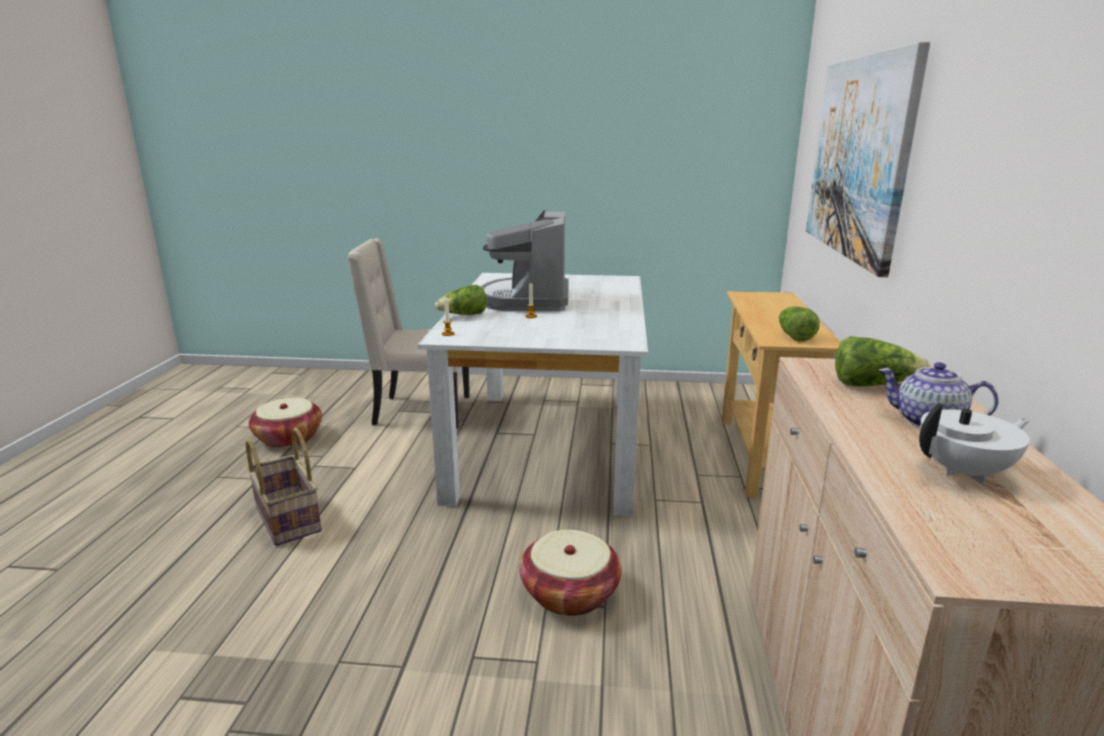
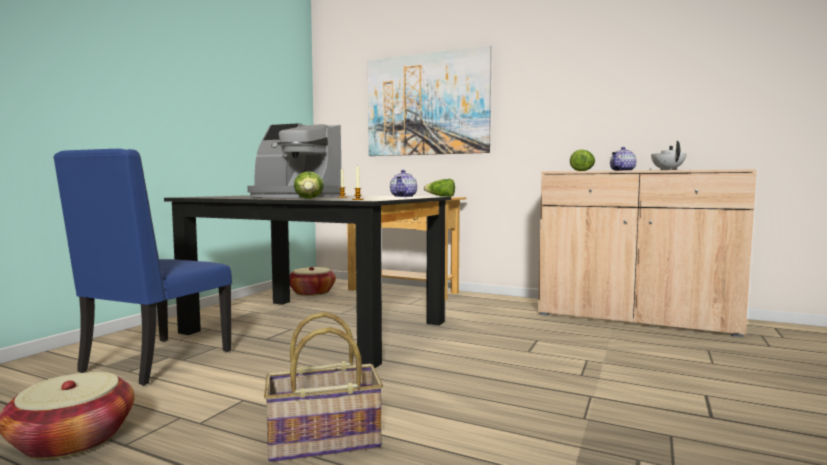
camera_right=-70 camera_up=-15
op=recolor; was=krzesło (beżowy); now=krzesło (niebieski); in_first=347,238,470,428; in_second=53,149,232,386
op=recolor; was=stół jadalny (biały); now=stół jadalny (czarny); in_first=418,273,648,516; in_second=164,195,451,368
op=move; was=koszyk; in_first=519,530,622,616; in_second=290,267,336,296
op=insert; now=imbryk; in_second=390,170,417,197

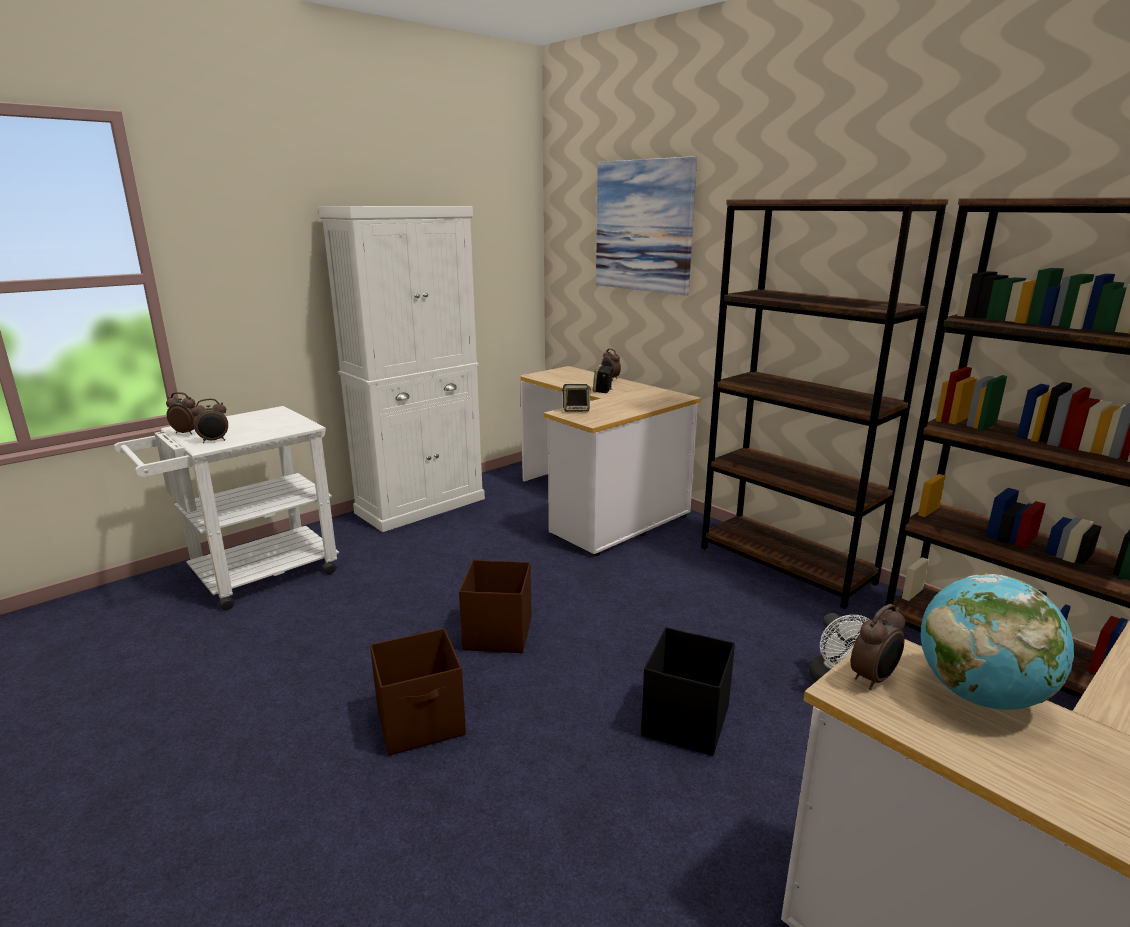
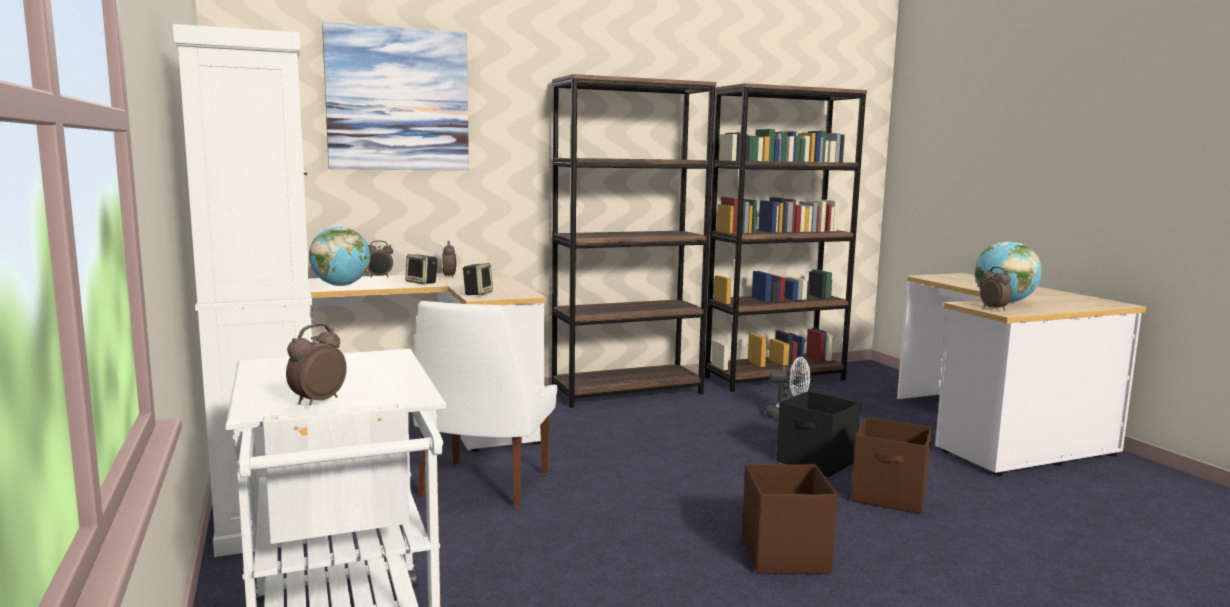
camera_right=-70 camera_up=-10
op=move; was=budzik; in_first=192,399,228,443; in_second=443,241,456,278
op=move; was=pojemnik do przechowywania (brązowy); in_first=459,560,532,653; in_second=851,417,932,514
op=insert; now=globus; in_second=309,227,371,286
op=insert; now=krzesło (biały); in_second=413,301,557,508

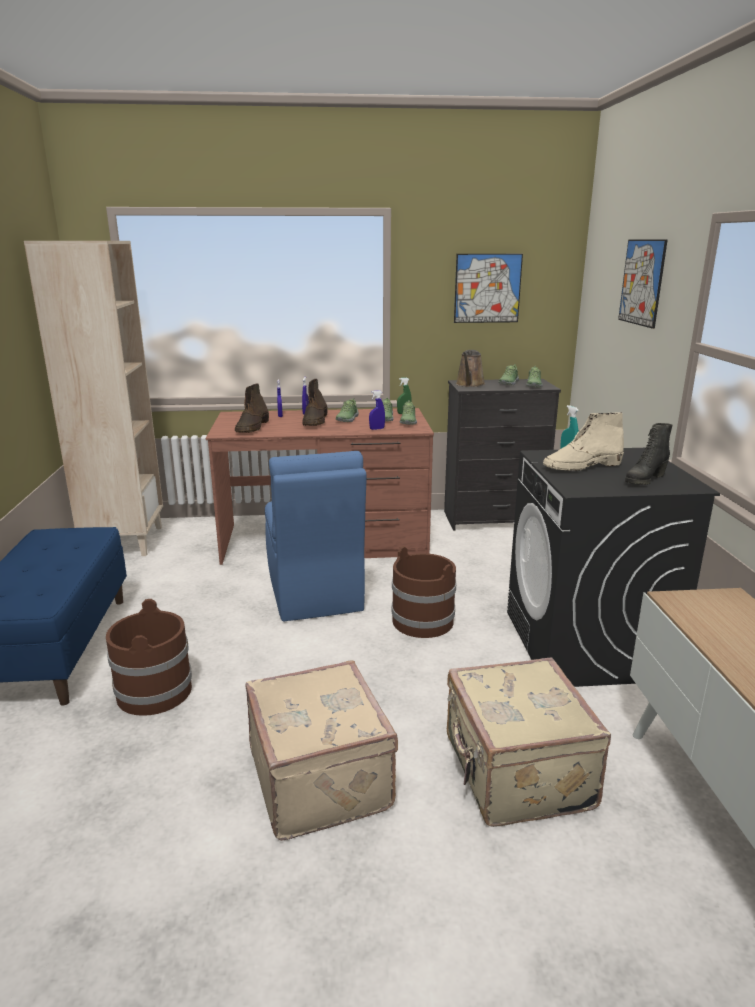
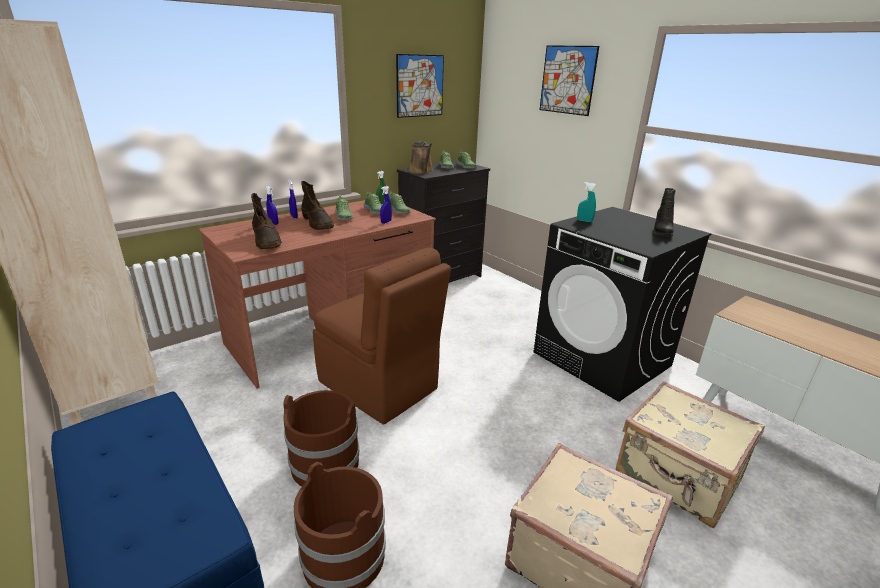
camera_right=-35 camera_up=5
op=delete; was=but z cholewką (beżowy); in_first=543,412,624,471
op=recolor; was=krzesło (niebieski); now=krzesło (brązowy); in_first=265,451,367,622; in_second=313,247,451,425
op=move; was=wiadro (brązowy); in_first=391,546,456,638; in_second=283,390,359,487

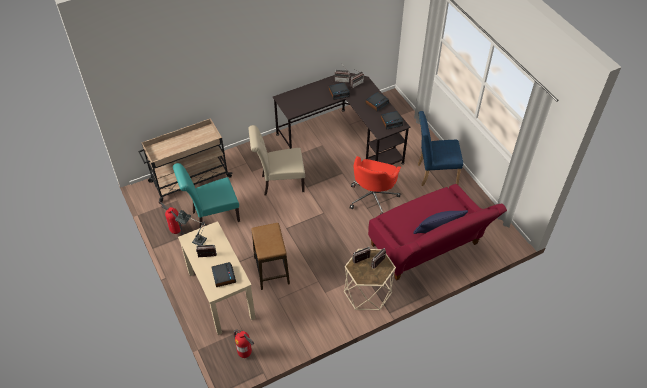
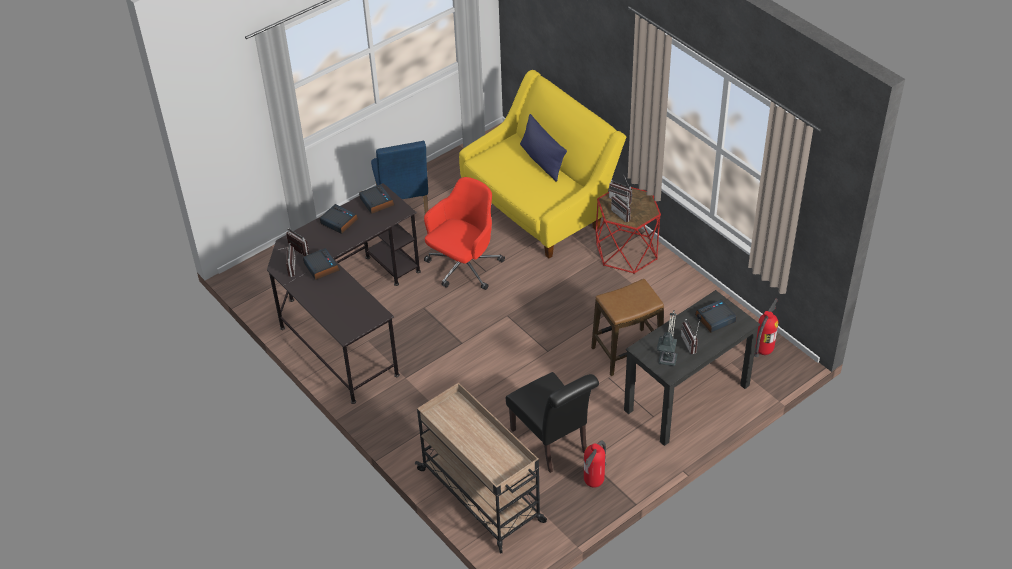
camera_right=-100 camera_up=-5
op=delete; was=krzesło (beżowy); in_first=248,125,305,196
op=rotate; was=krzesło biurowe (czerwony); in_first=350,156,401,215; in_second=424,177,505,290; clockwise=-60
op=recolor; was=krzesło (turkusowy); now=krzesło (czarny); in_first=173,163,240,228; in_second=506,372,599,473
op=recolor; was=kanapa (czerwony); now=kanapa (żółty); in_first=368,184,507,281; in_second=459,70,626,259
op=recolor; was=biurko (beżowy); now=biurko (czarny); in_first=178,221,256,335; in_second=624,290,760,446
op=recolor; was=stolik (beżowy); now=stolik (czerwony); in_first=344,249,396,311; in_second=596,187,661,274

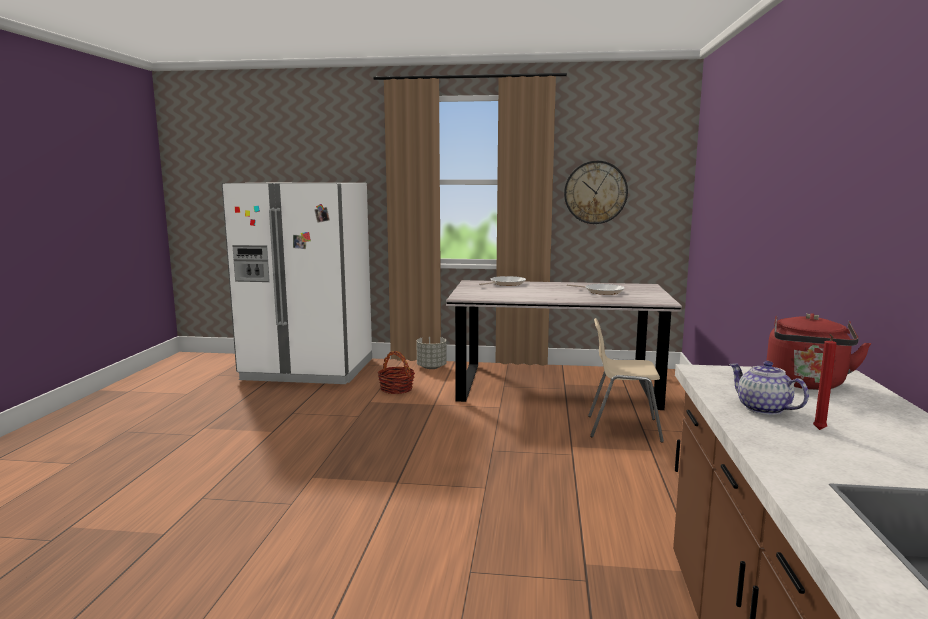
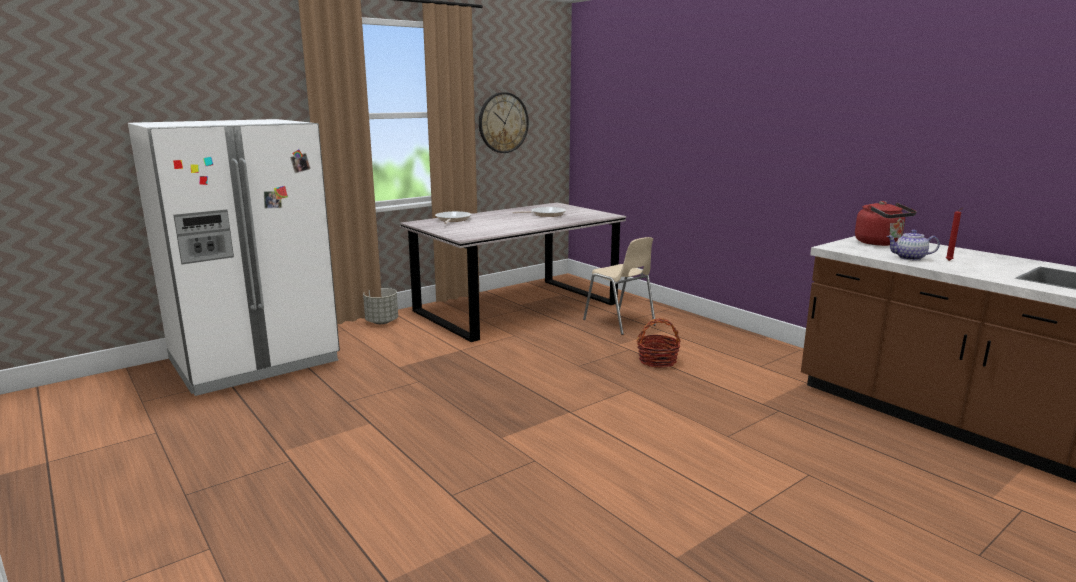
camera_right=-45 camera_up=5
op=rotate; was=krzesło (beżowy); in_first=588,318,664,443; in_second=583,237,656,335; clockwise=-90
op=move; was=koszyk; in_first=378,351,415,394; in_second=636,318,681,368

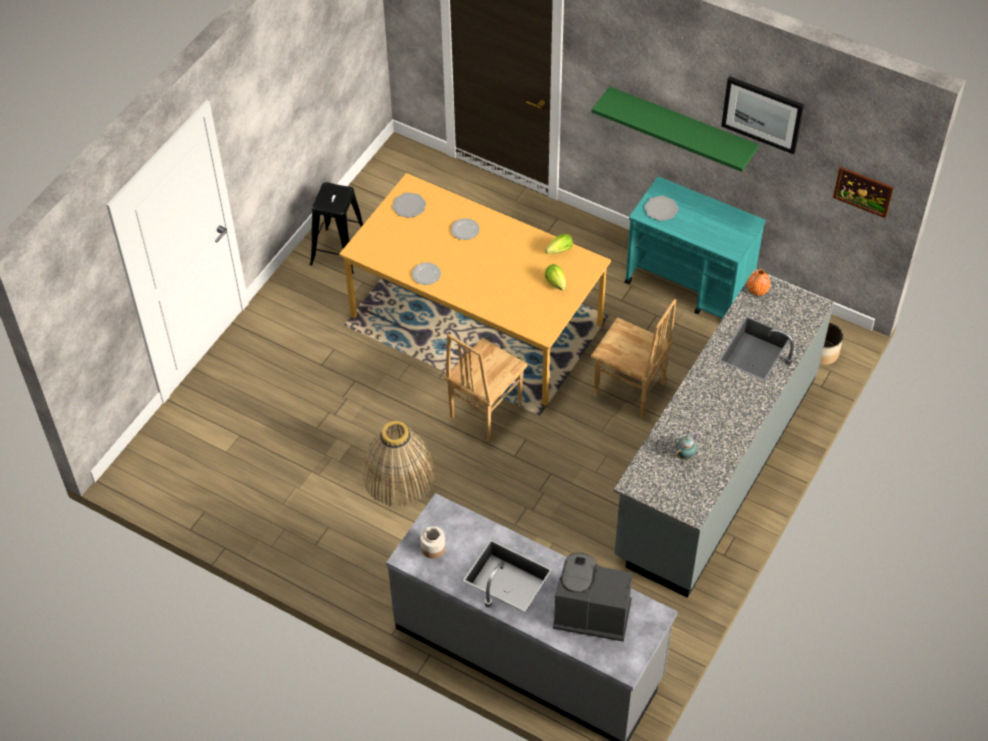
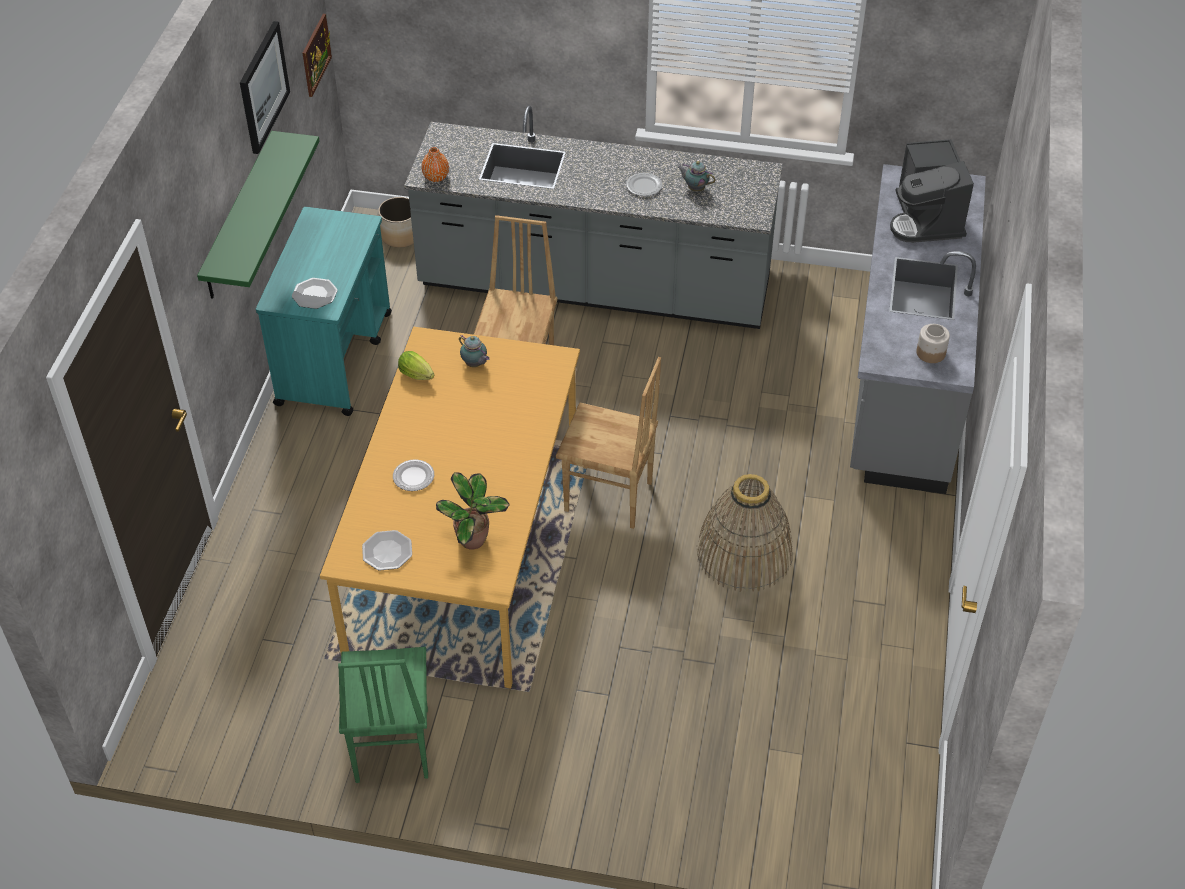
camera_right=-110 camera_up=-5
op=replace; was=stołek (czarny); now=krzesło (zielony); in_first=310,182,363,274; in_second=338,647,428,783
op=move; was=talerz; in_first=412,263,441,285; in_second=626,173,663,196
op=replace; was=sałata; now=imbryk; in_first=545,264,566,291; in_second=459,335,490,367
op=insert; now=roślina doniczkowa; in_second=436,472,510,549

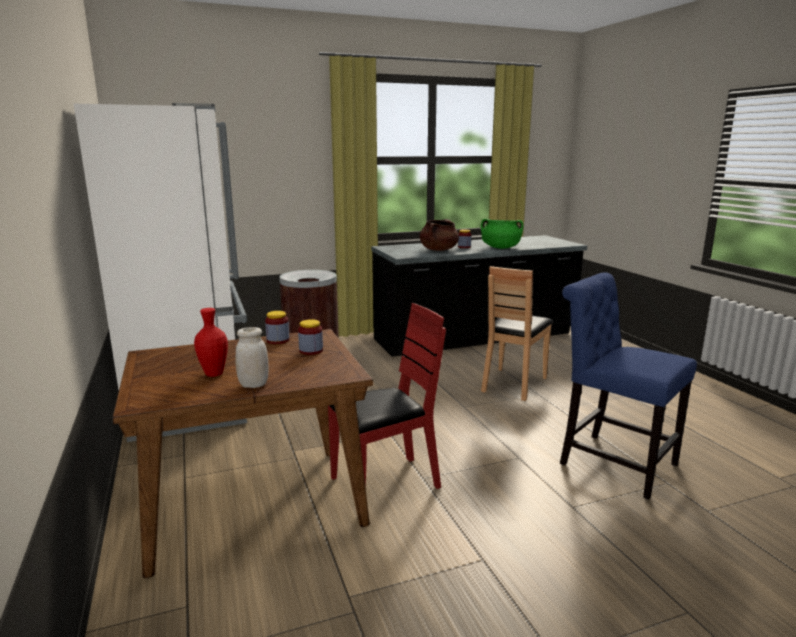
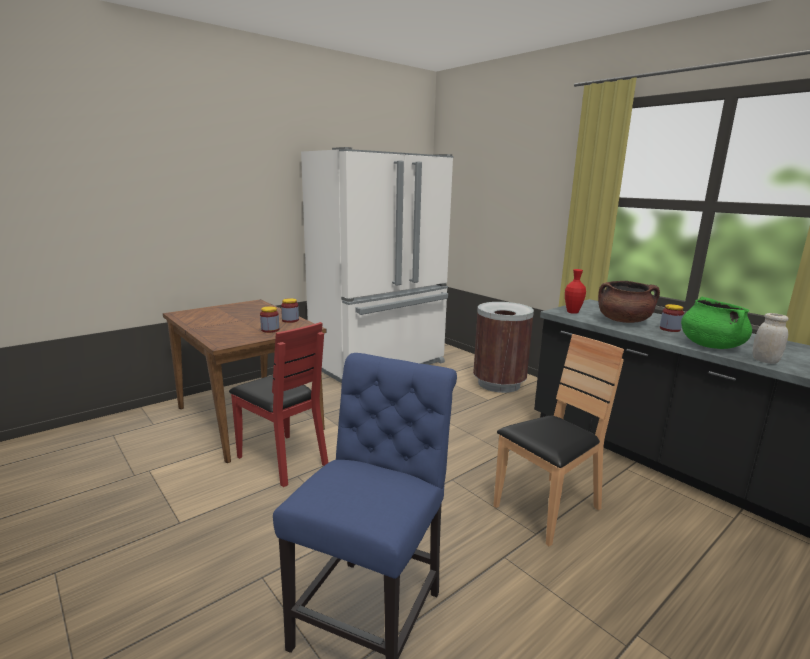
camera_right=70 camera_up=0
op=rotate; was=krzesło (brązowy); in_first=481,266,553,401; in_second=493,334,624,546; clockwise=135
op=move; was=wazon (czerwony); in_first=194,308,228,377; in_second=565,269,586,314
op=move; was=słoik (biały); in_first=235,327,268,388; in_second=753,313,789,364

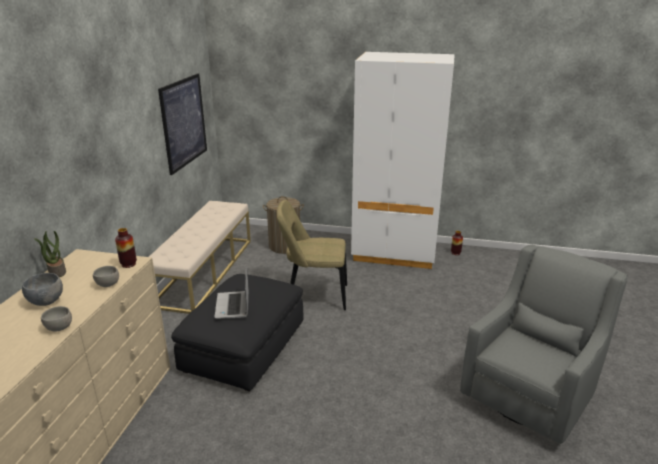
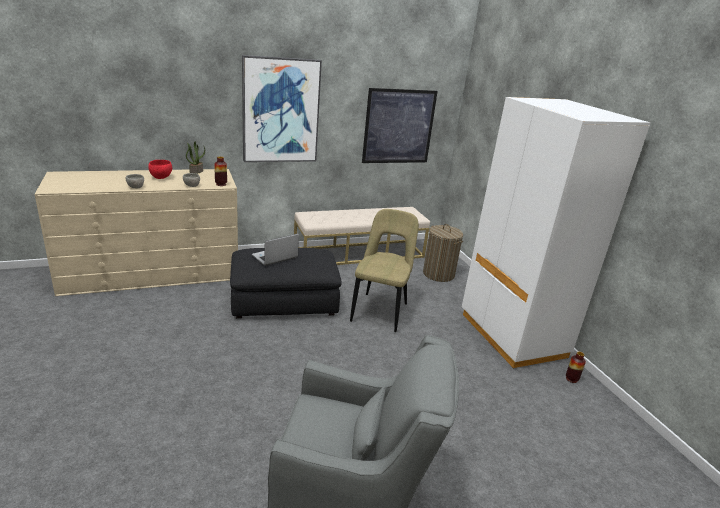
camera_right=55 camera_up=0
op=rotate; was=krzesło (beżowy); in_first=277,200,347,310; in_second=350,209,419,332; clockwise=45
op=recolor; was=miska (szary); now=miska (czerwony); in_first=22,273,63,306; in_second=148,160,172,179
op=insert; now=obraz; in_second=242,55,322,162

